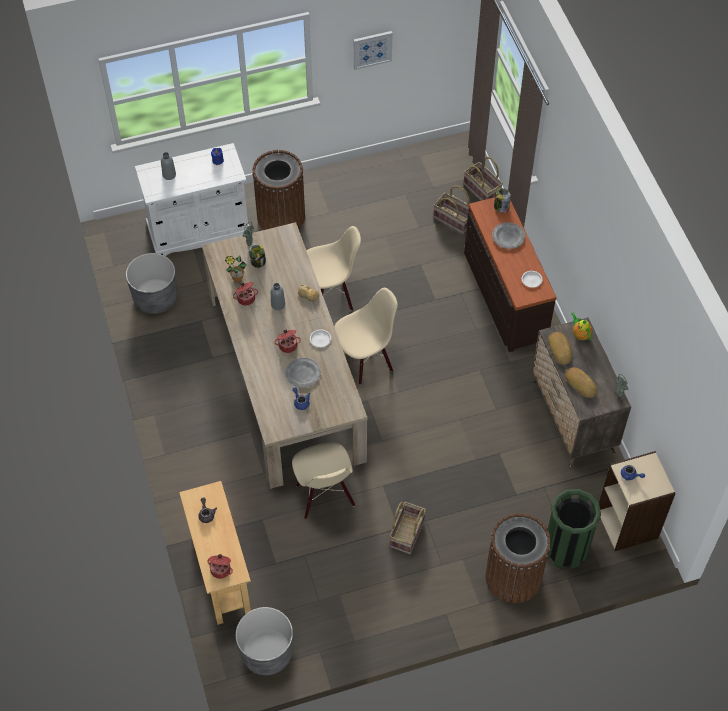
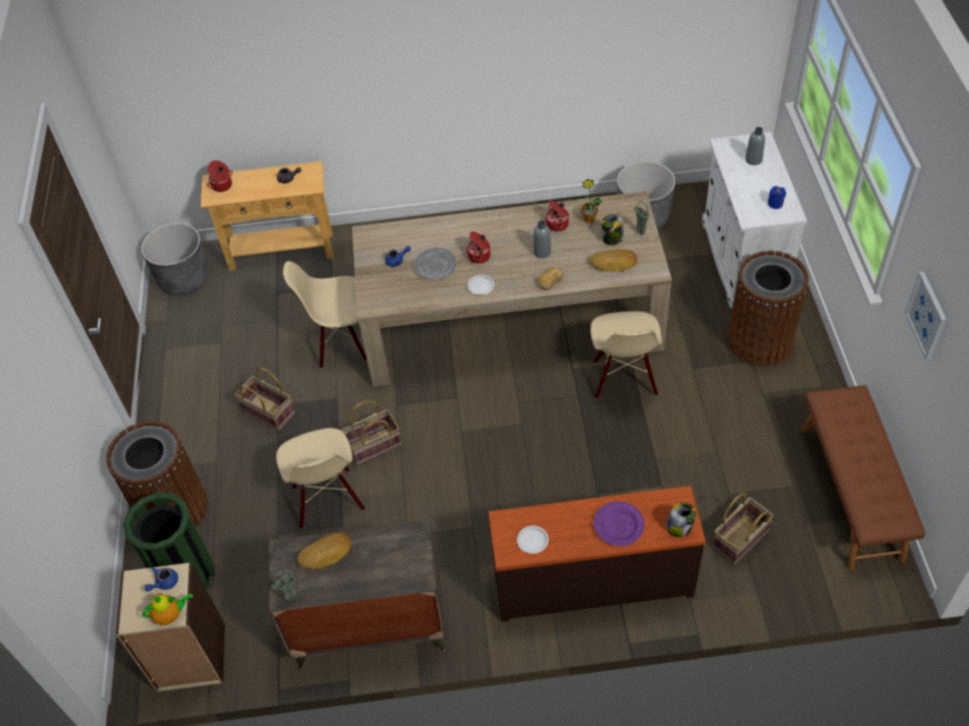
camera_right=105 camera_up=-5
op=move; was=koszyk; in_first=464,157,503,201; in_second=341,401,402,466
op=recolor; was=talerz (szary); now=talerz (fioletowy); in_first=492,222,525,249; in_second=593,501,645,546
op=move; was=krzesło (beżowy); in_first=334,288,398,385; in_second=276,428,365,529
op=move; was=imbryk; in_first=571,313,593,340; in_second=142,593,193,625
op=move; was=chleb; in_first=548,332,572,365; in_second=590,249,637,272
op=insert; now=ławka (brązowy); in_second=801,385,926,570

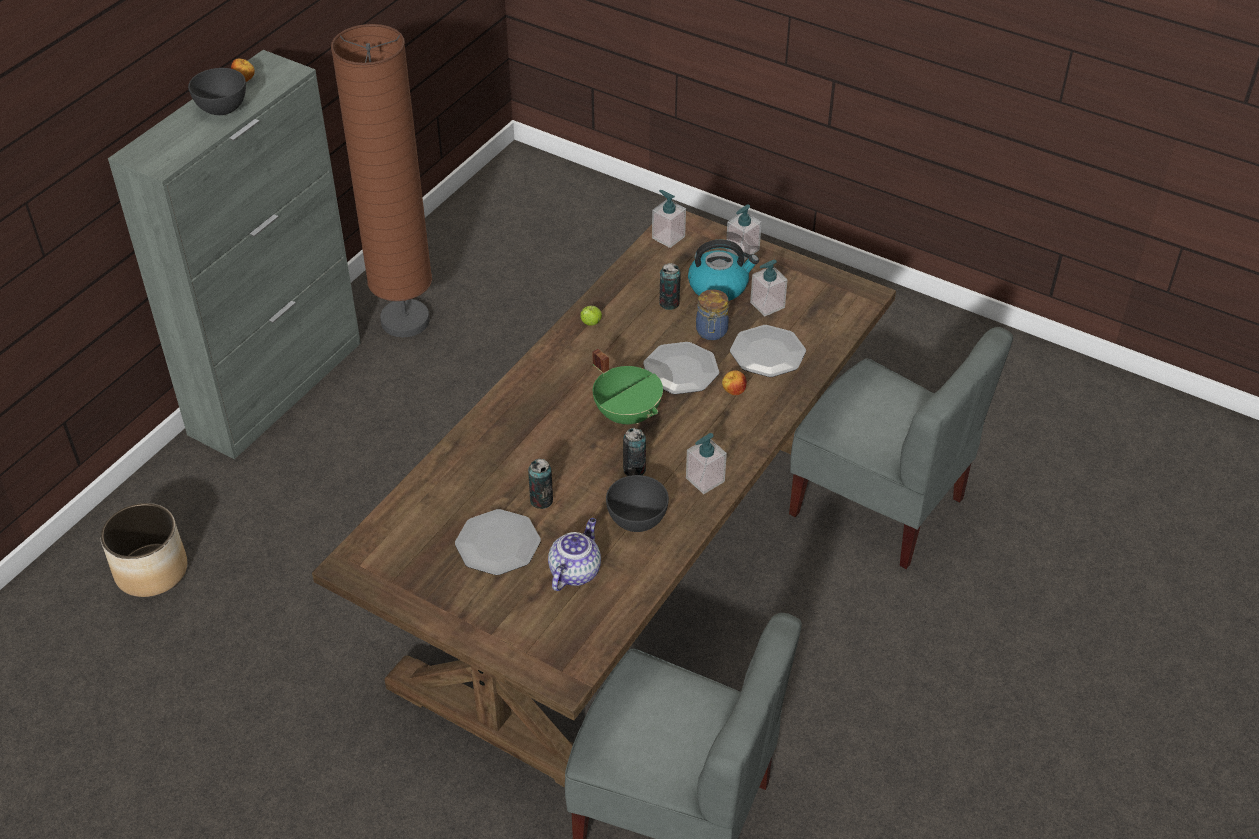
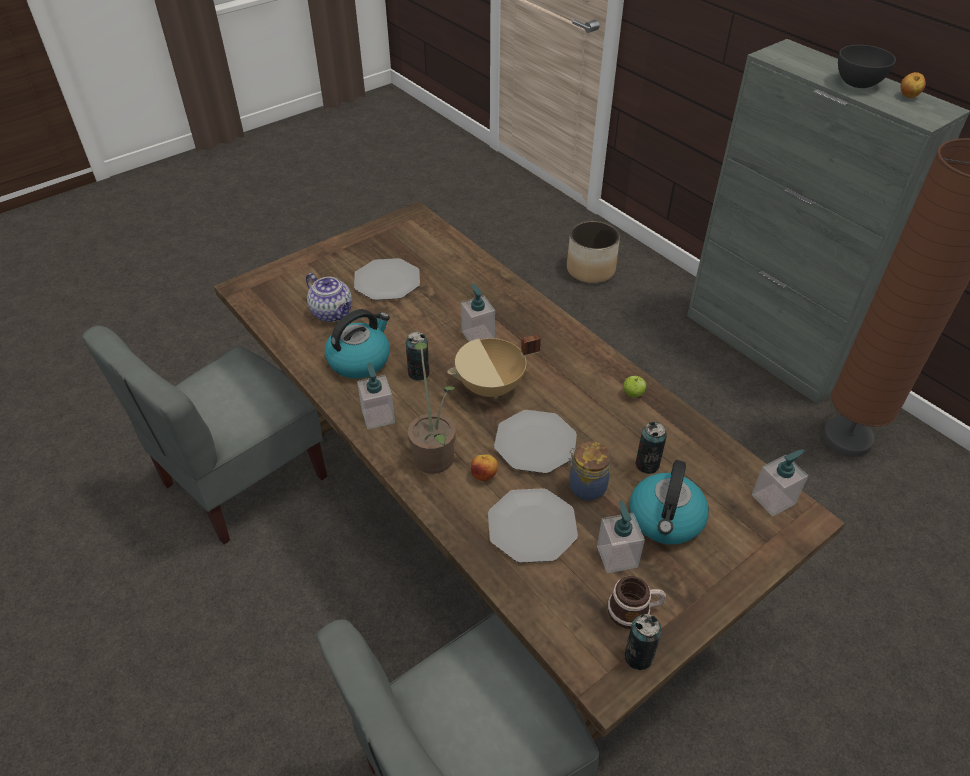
camera_right=110 camera_up=0
op=move; was=dozownik mydła; in_first=726,204,762,260; in_second=461,284,495,342
op=recolor; was=garnek (zielony); now=garnek (beżowy); in_first=592,349,663,424; in_second=447,334,541,398
op=move; was=puszka; in_first=528,459,553,509; in_second=625,614,662,670
op=replace; was=miska (szary); now=czajnik; in_first=606,475,669,532; in_second=325,309,390,379
op=insert; now=roślina doniczkowa; in_second=408,342,456,474
op=insert; now=kubek; in_second=608,576,666,629

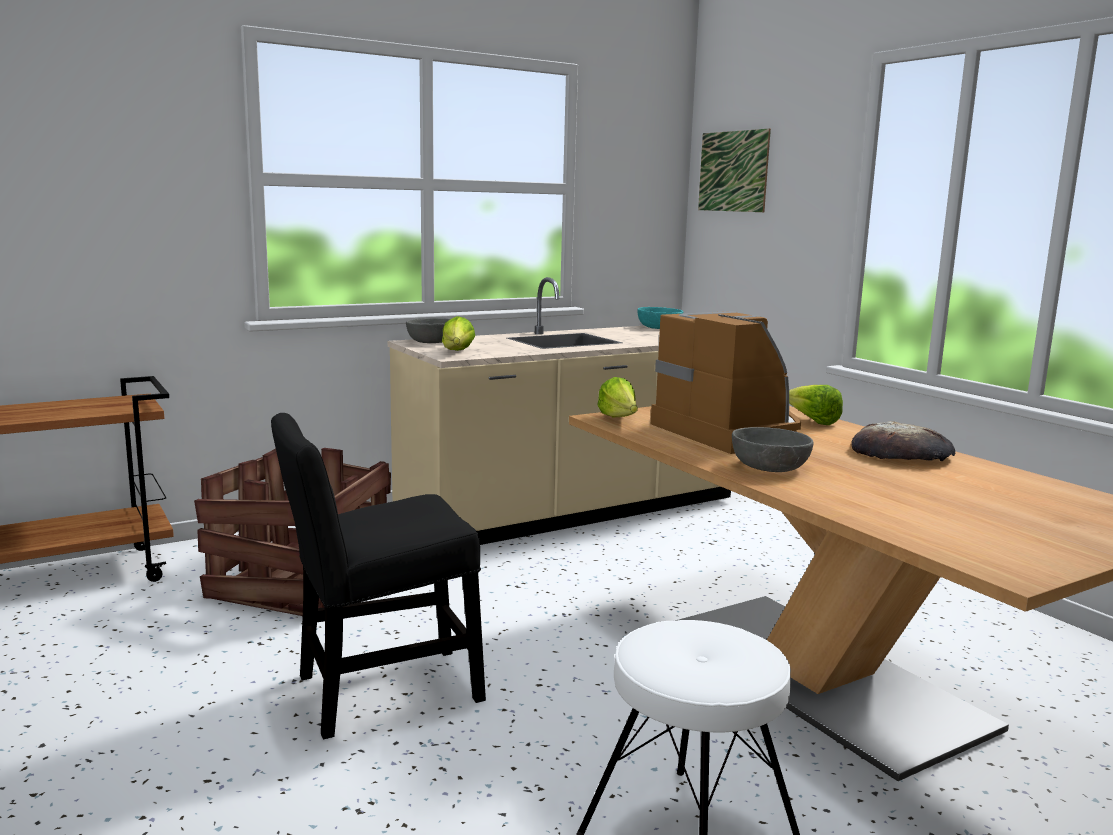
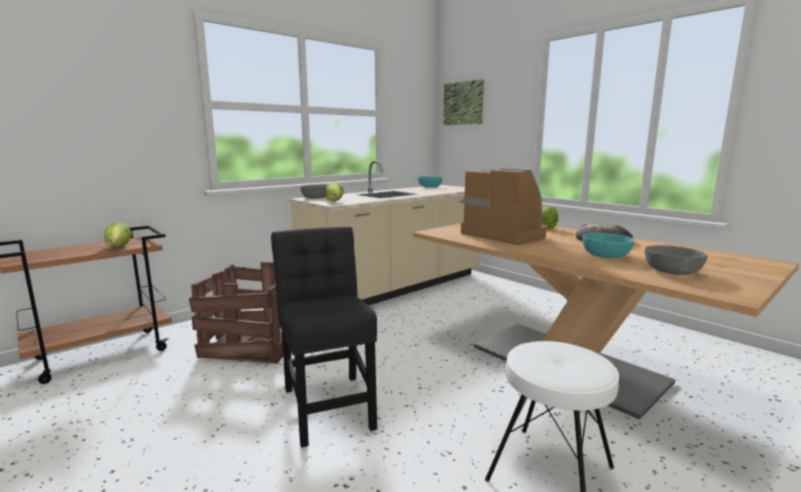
camera_right=-10 camera_up=0
op=move; was=sałata; in_first=597,377,638,418; in_second=104,222,132,247
op=rotate; was=krzesło (czarny); in_first=271,413,486,739; in_second=271,227,377,447; clockwise=105
op=move; was=miska (szary); in_first=732,427,814,472; in_second=645,245,708,275
op=insert; now=miska (turkusowy); in_second=582,233,634,258

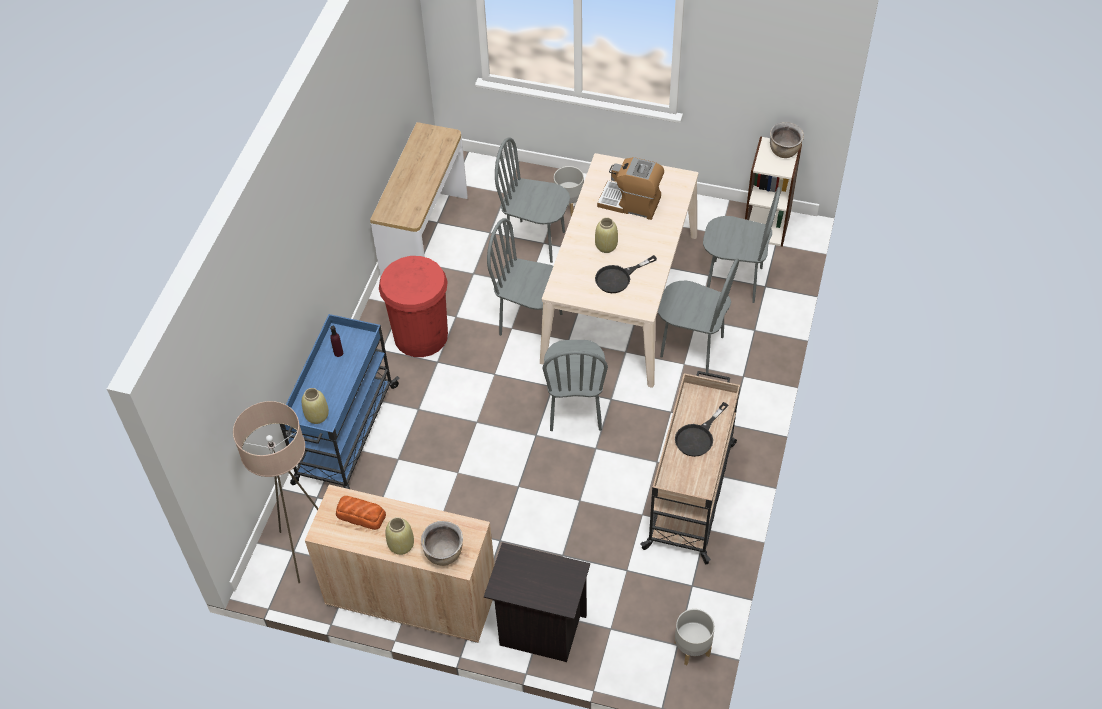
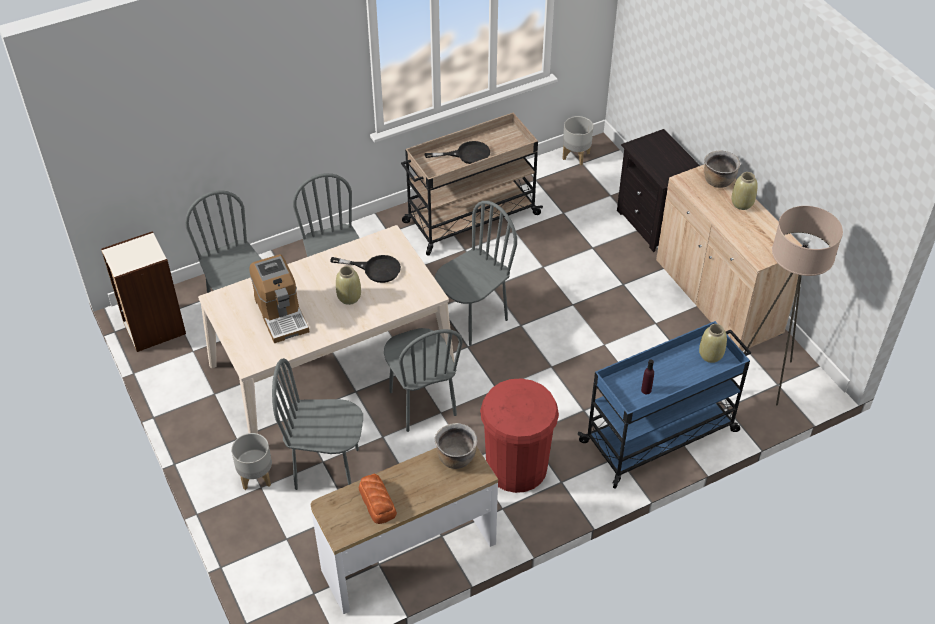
camera_right=-135 camera_up=-5
op=move; was=garnek (brązowy); in_first=770,122,804,158; in_second=434,423,478,469
op=rotate; was=krzesło (szary); in_first=495,137,570,263; in_second=272,358,363,490; clockwise=120
op=move; was=chleb; in_first=336,496,386,530; in_second=359,473,397,524

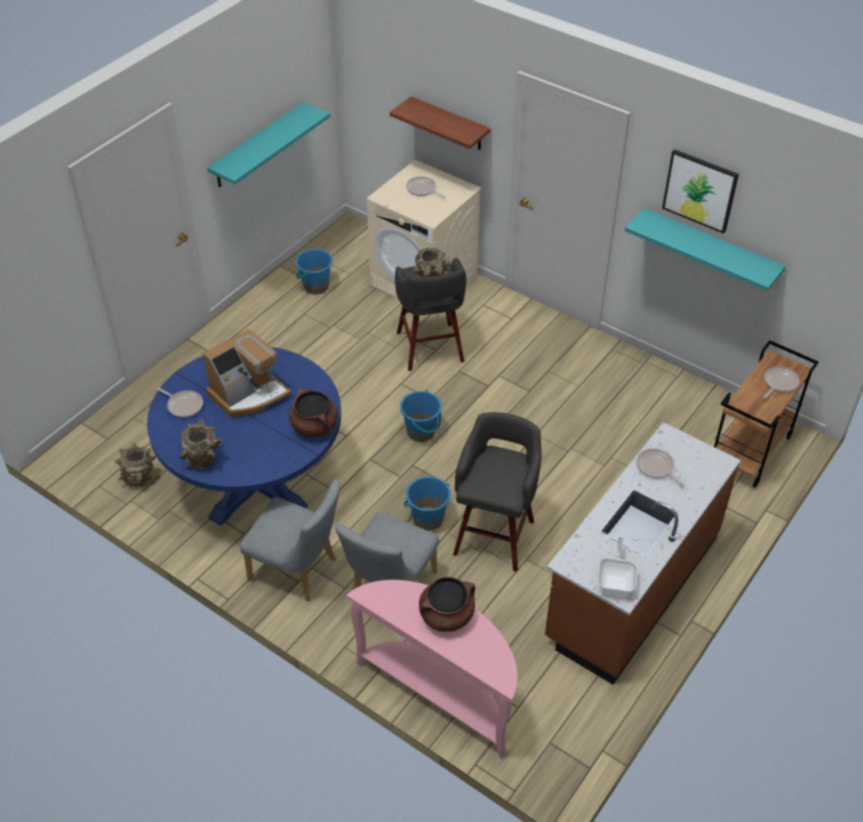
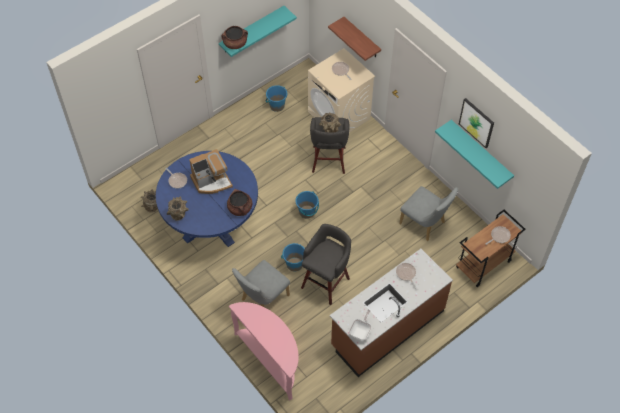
camera_right=15 camera_up=10
op=move; was=krzesło (szary); in_first=240,478,340,602; in_second=399,186,458,241
op=move; was=garnek (brązowy); in_first=419,577,475,632; in_second=221,26,248,49

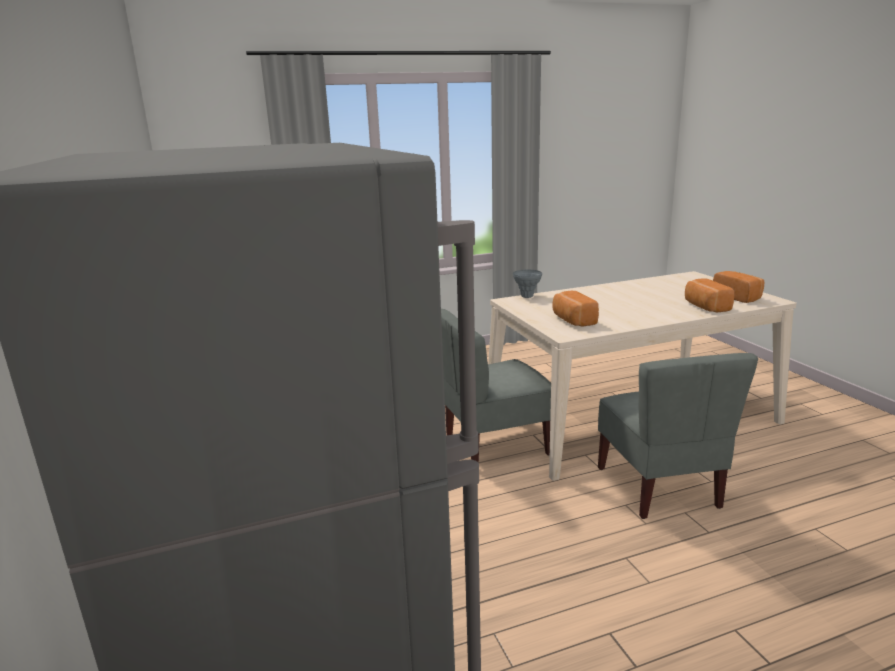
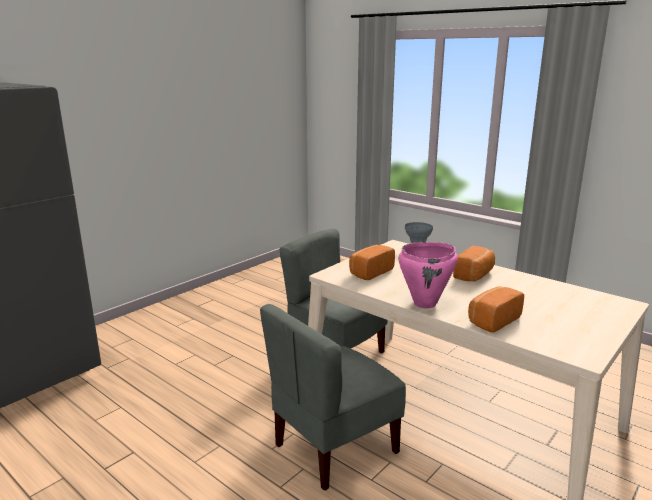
camera_right=60 camera_up=0
op=move; was=chleb; in_first=713,271,764,303; in_second=453,246,495,282
op=insert; now=garnek (różowy); in_second=398,242,458,309

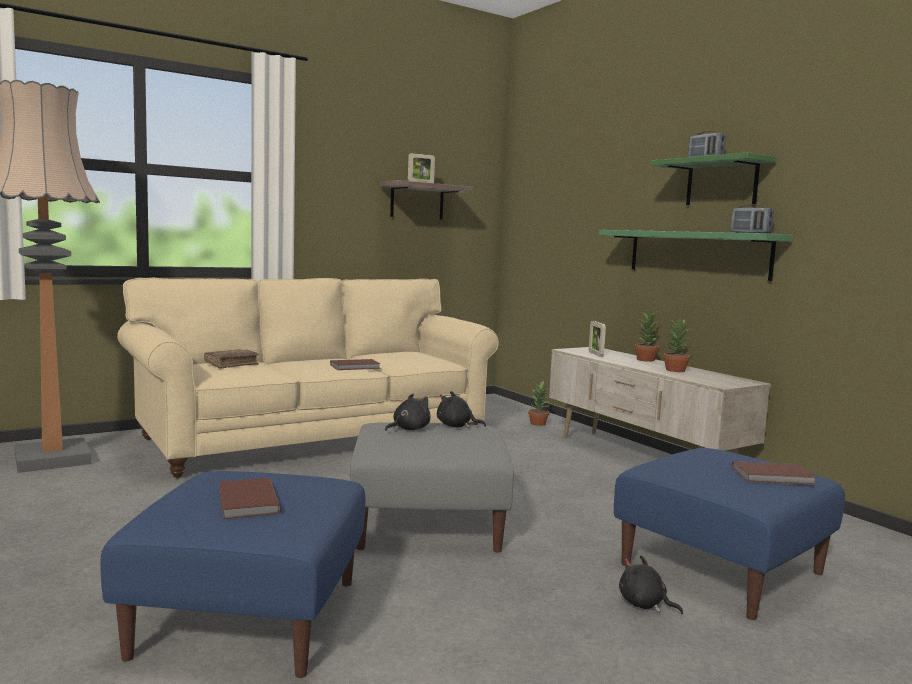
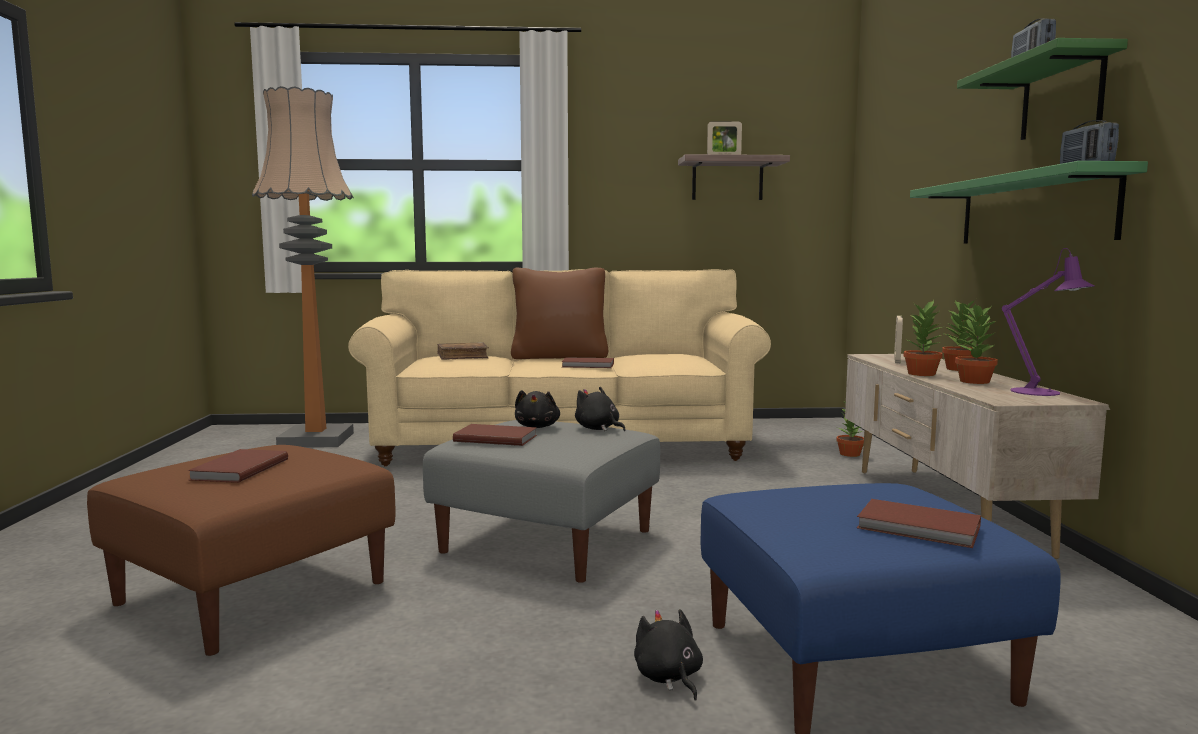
camera_right=30 camera_up=0
op=rotate; was=pluszak (czarny); in_first=385,394,431,431; in_second=515,390,560,428; clockwise=105
op=recolor; was=pufa (niebieski); now=pufa (brązowy); in_first=100,471,365,678; in_second=87,445,396,656
op=insert; now=lampa stołowa (fioletowy); in_second=1002,248,1095,396
op=insert; now=poduszka (brązowy); in_second=511,268,608,359
op=insert; now=roślina doniczkowa; in_second=903,300,943,376
op=insert; now=książka (brązowy); in_second=453,424,537,446

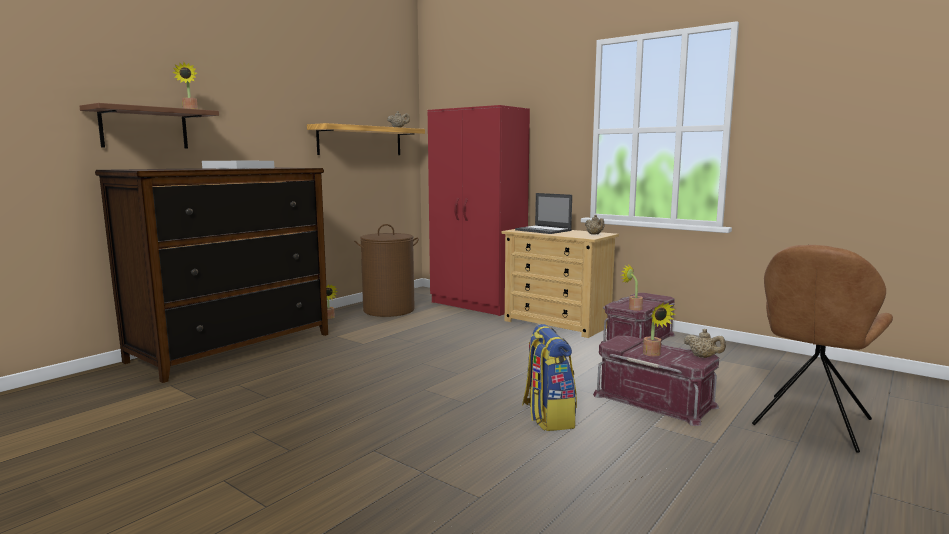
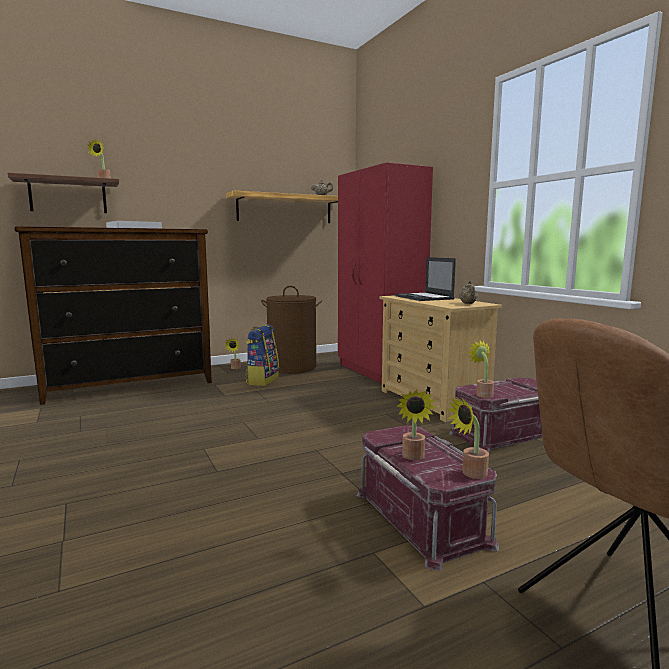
camera_right=25 camera_up=0
op=move; was=plecak; in_first=522,324,577,431; in_second=245,325,279,386
op=replace; was=imbryk (beżowy); now=roślina doniczkowa; in_first=684,329,726,358; in_second=447,397,489,479

